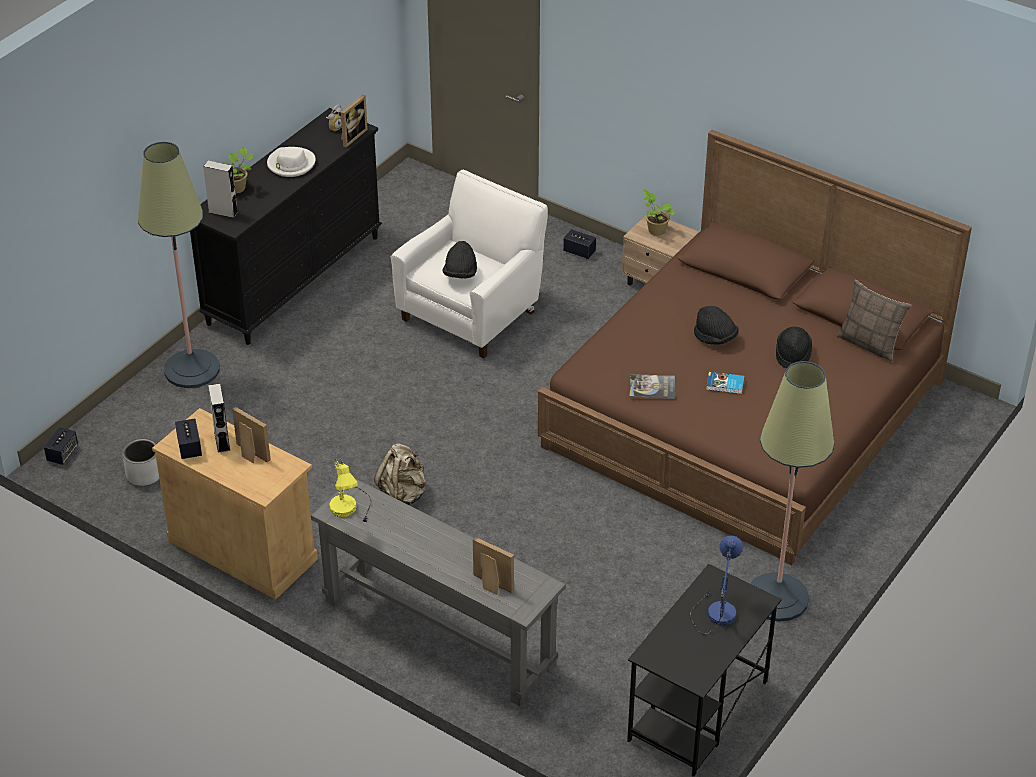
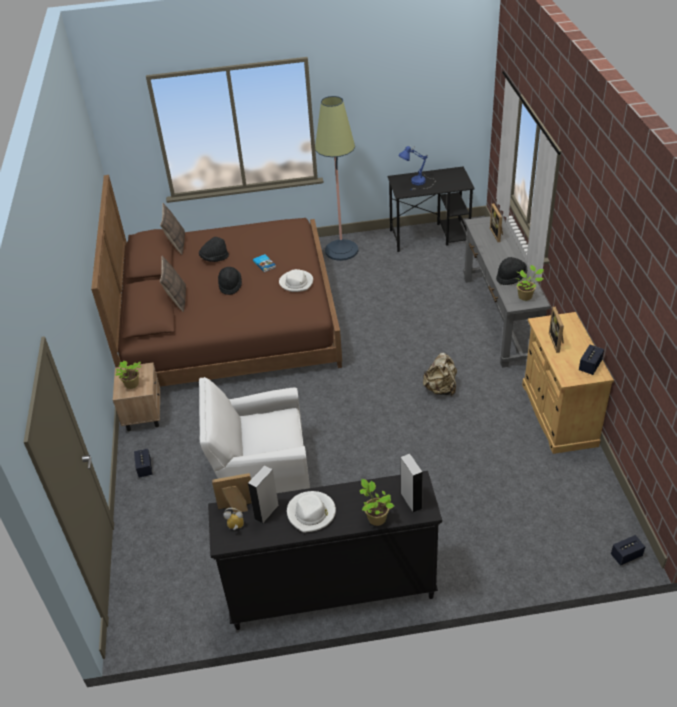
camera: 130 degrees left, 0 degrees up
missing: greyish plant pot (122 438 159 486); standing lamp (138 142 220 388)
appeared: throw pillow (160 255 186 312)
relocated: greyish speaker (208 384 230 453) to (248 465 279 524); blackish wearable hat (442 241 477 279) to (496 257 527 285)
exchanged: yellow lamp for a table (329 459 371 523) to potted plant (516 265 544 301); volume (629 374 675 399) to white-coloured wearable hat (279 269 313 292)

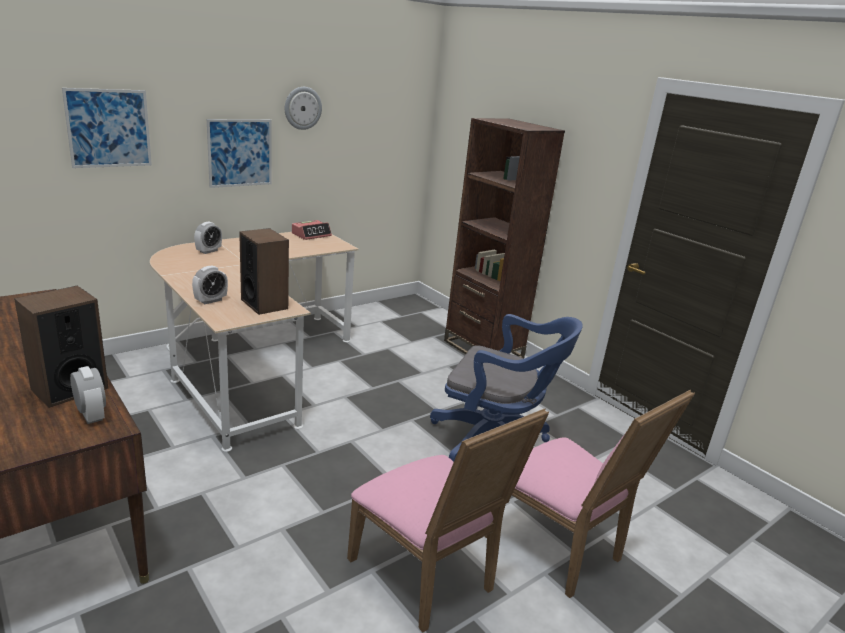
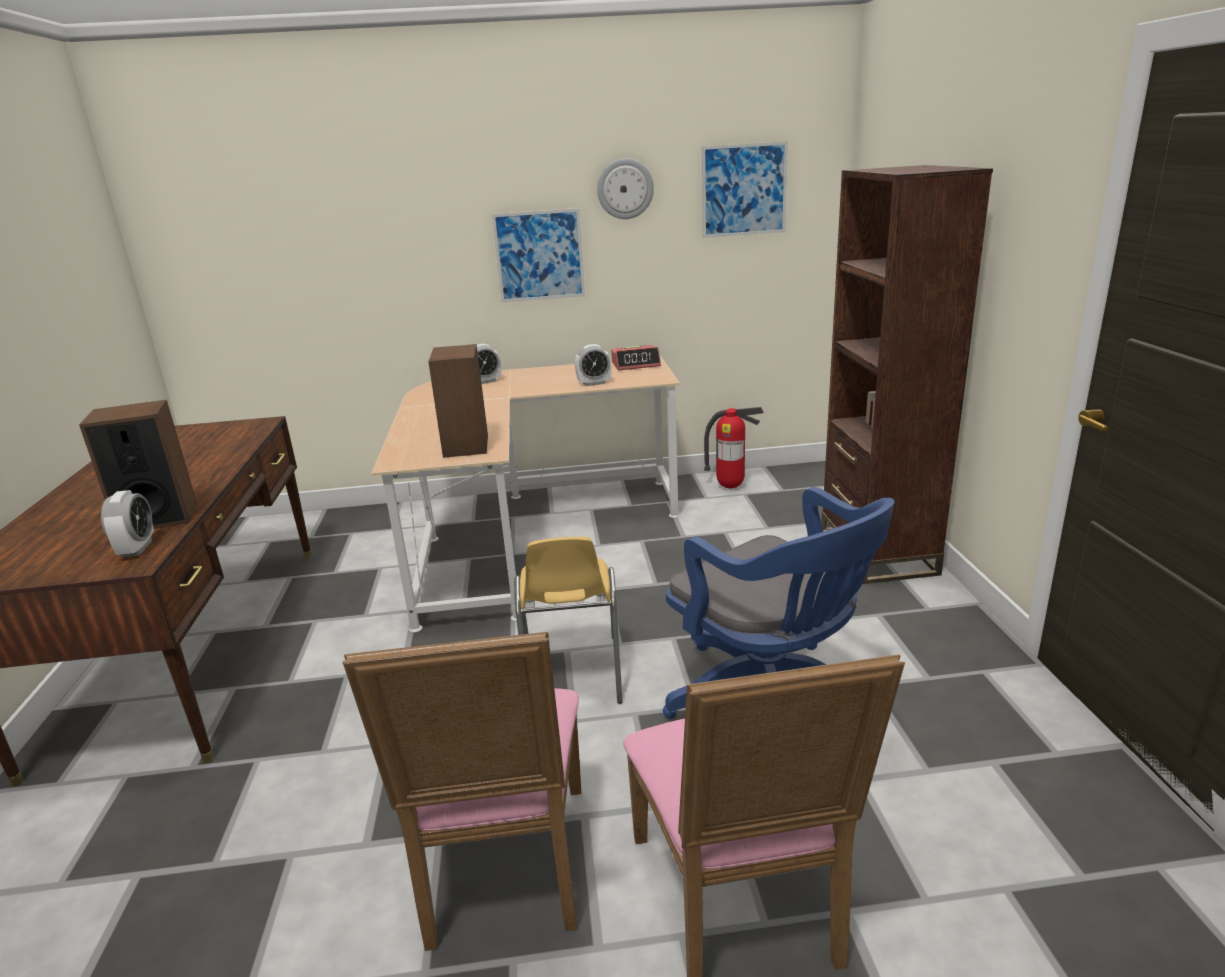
camera: 35 degrees right, 0 degrees up
appeared: yellow chair (514 537 623 704); fire-fighting cylinder (704 407 764 488)
relocated: picture (62 88 152 168) to (702 141 788 238); alarm clock (192 265 228 304) to (575 344 612 386)

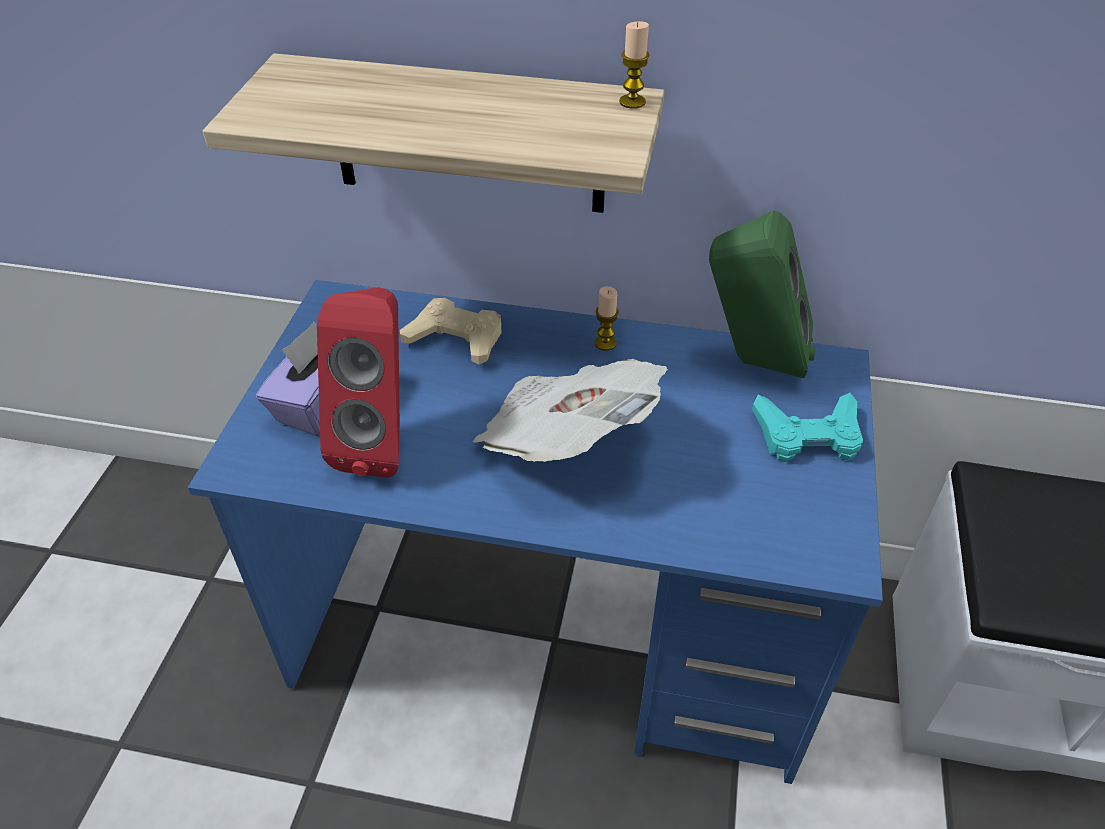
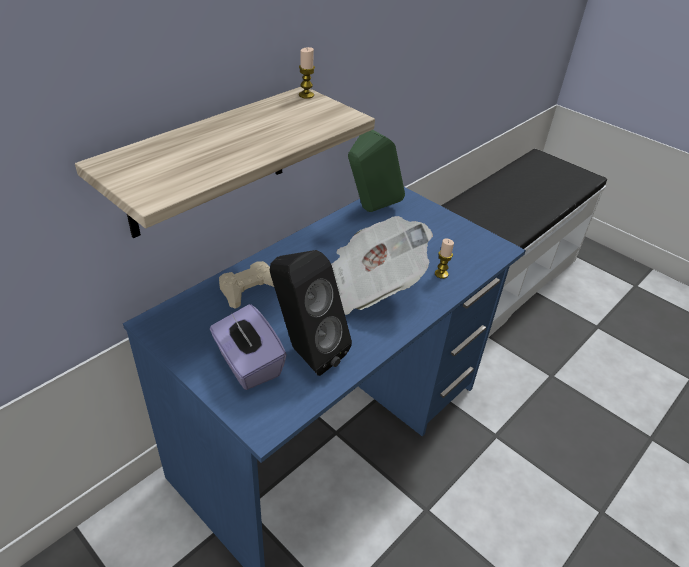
camera: 60 degrees left, 5 degrees down
missing: turquoise joypad (752 393 863 462)
relocated: wax candle (595 286 619 351) to (435 239 454 279)
colour: red speaker (317 287 400 477) to blackish speaker (270 250 352 376)

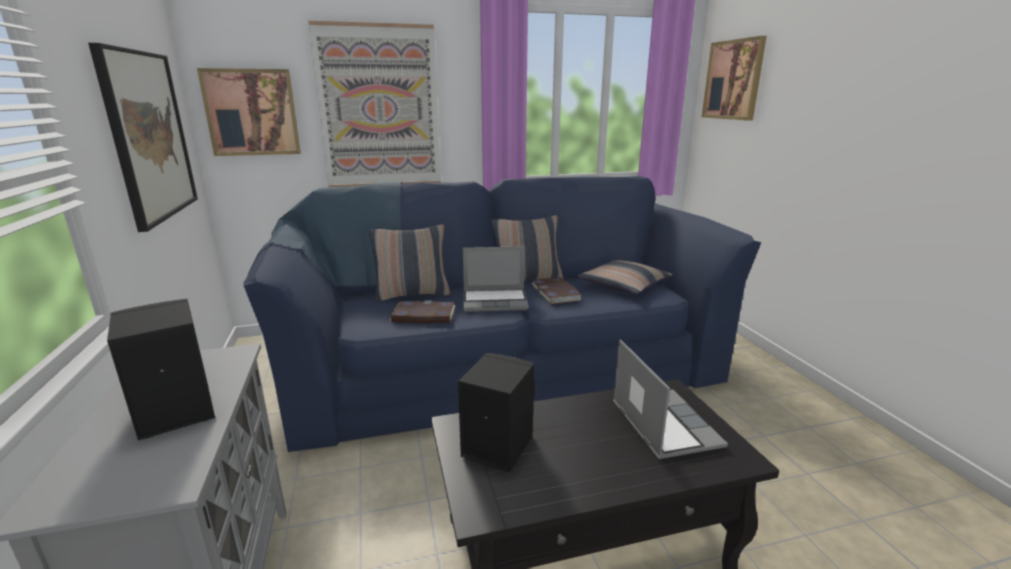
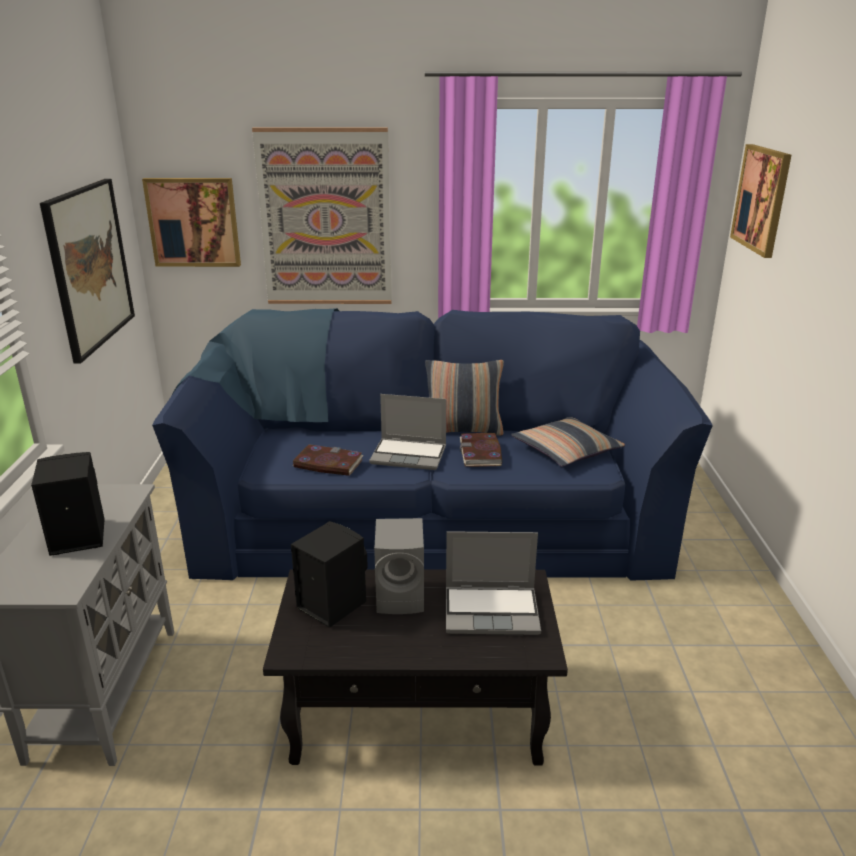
camera: 15 degrees right, 5 degrees up
missing: throw pillow (369 225 450 301)
appeared: greyish speaker (374 518 424 614)
spun: laptop (613 339 728 459) = (446 531 541 635) 90 degrees clockwise

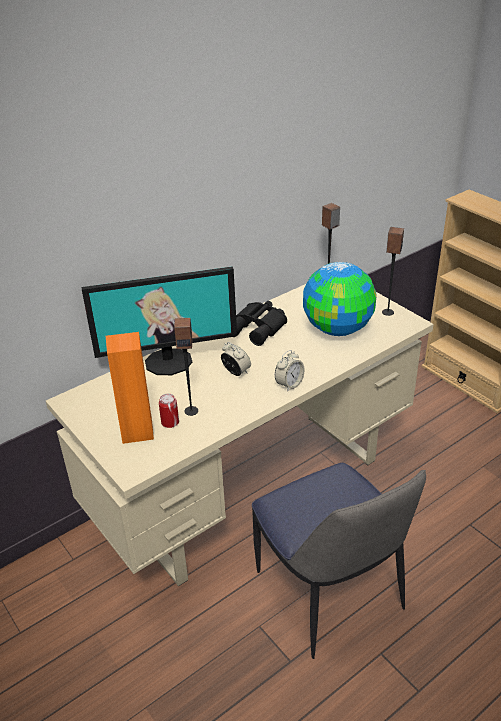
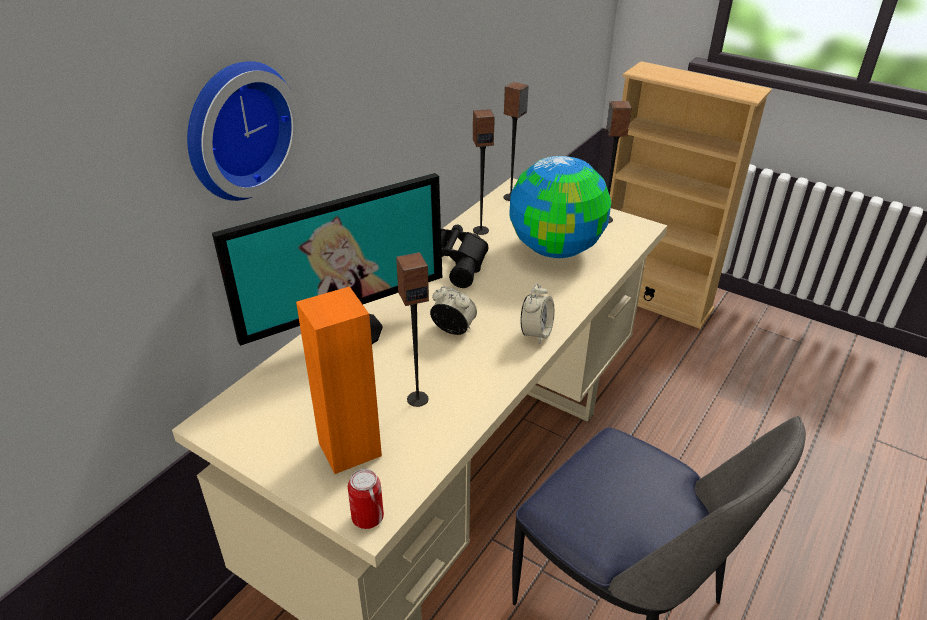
camera: 20 degrees left, 0 degrees up
appeared: hanging clock (187 61 300 201); speaker (473 109 495 235)
relocated: metal can (159 394 179 428) to (348 469 384 529)

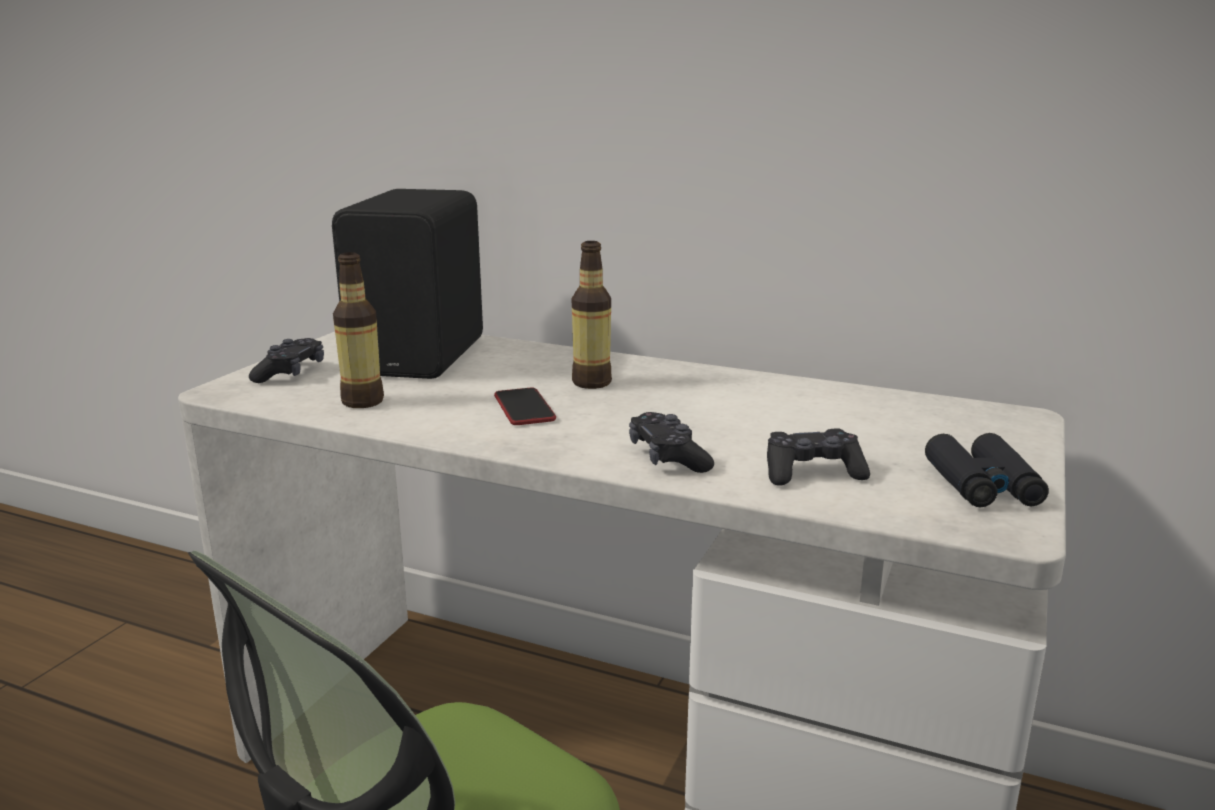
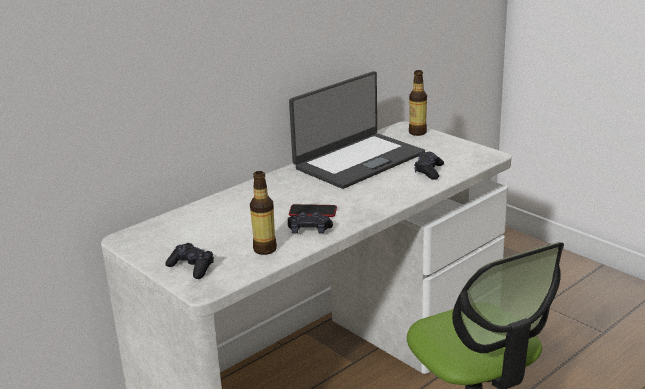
camera: 65 degrees left, 5 degrees up
missing: blackish speaker (332 189 483 379); blackish pair of binoculars (925 433 1049 507)
appeared: laptop (289 71 425 189)
relocated: bottle (572 241 612 389) to (409 70 427 136); blackish joypad (629 412 714 473) to (288 212 333 234)

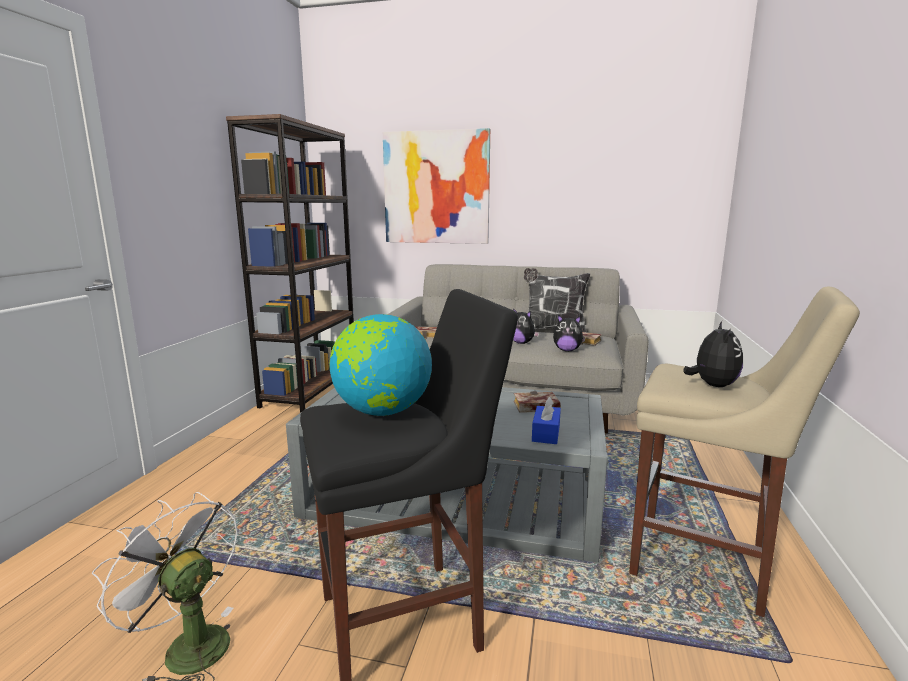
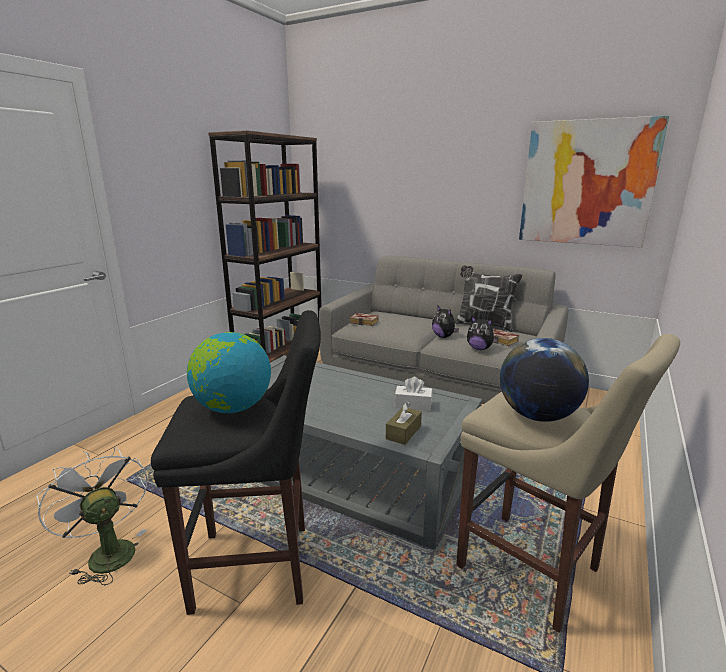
camera: 15 degrees right, 5 degrees up
relocated: picture (383 128 490 244) to (519 115 669 247)
exchanged: volume (514 391 561 413) to white-coloured tissue holder (395 377 432 411); soft toy (683 321 743 387) to world globe (500 338 589 422)
colour: bluish tissue holder (532 397 561 444) to brown-coloured tissue holder (386 402 422 445)

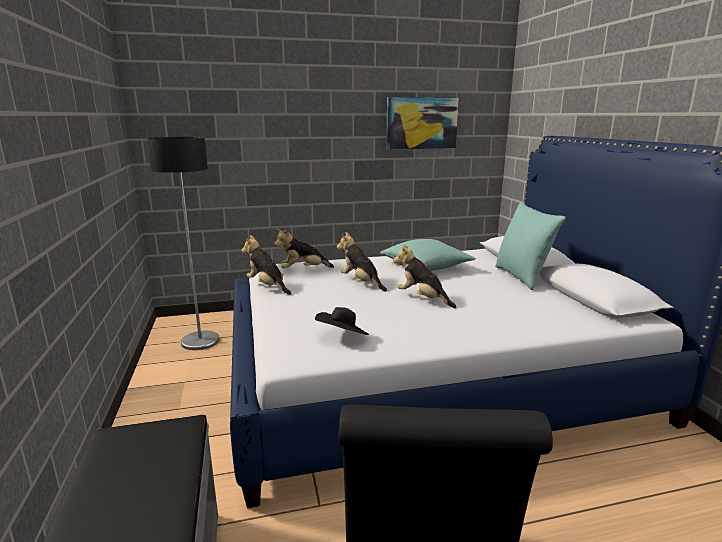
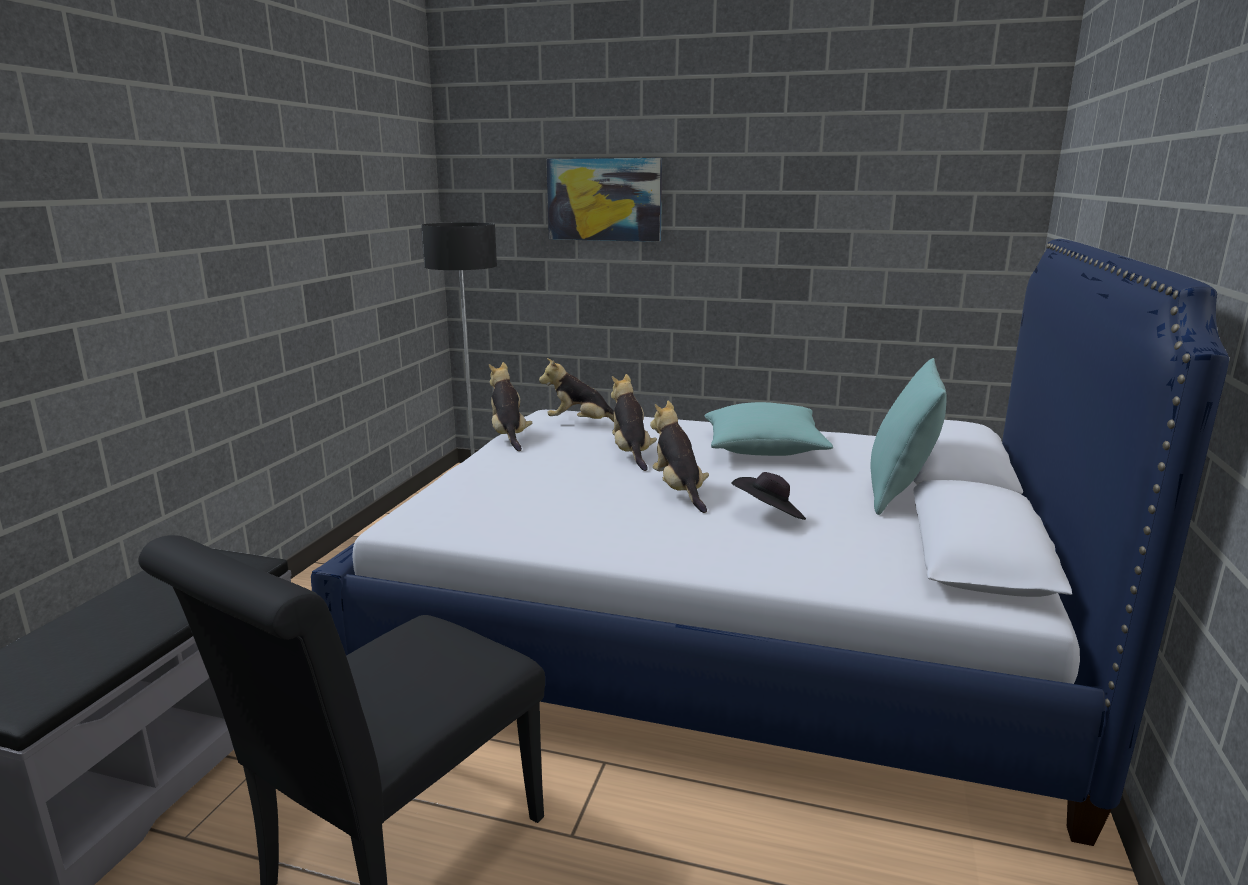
camera: 30 degrees right, 0 degrees up
relocated: blackish wearable hat (315 307 369 335) to (731 472 806 520); picture (386 97 459 150) to (546 158 662 242)

